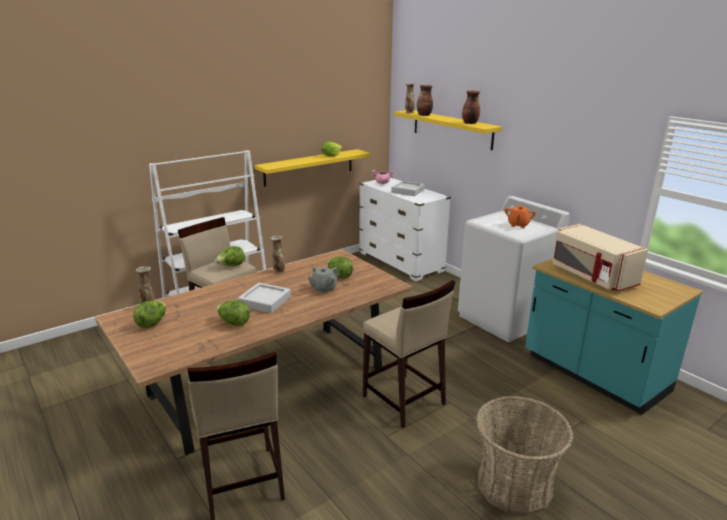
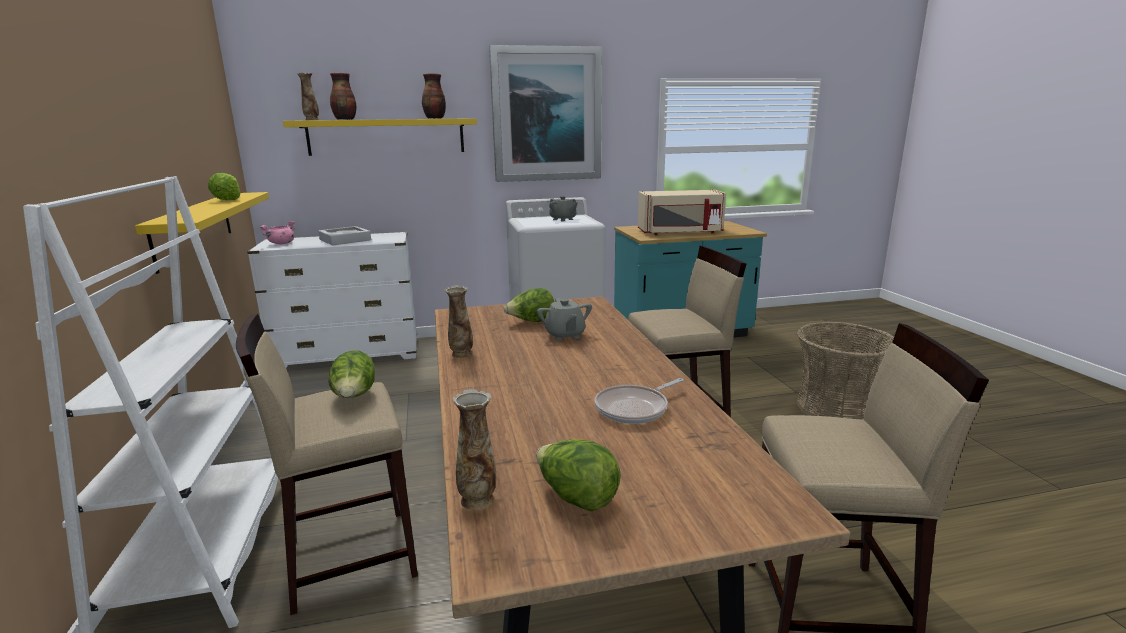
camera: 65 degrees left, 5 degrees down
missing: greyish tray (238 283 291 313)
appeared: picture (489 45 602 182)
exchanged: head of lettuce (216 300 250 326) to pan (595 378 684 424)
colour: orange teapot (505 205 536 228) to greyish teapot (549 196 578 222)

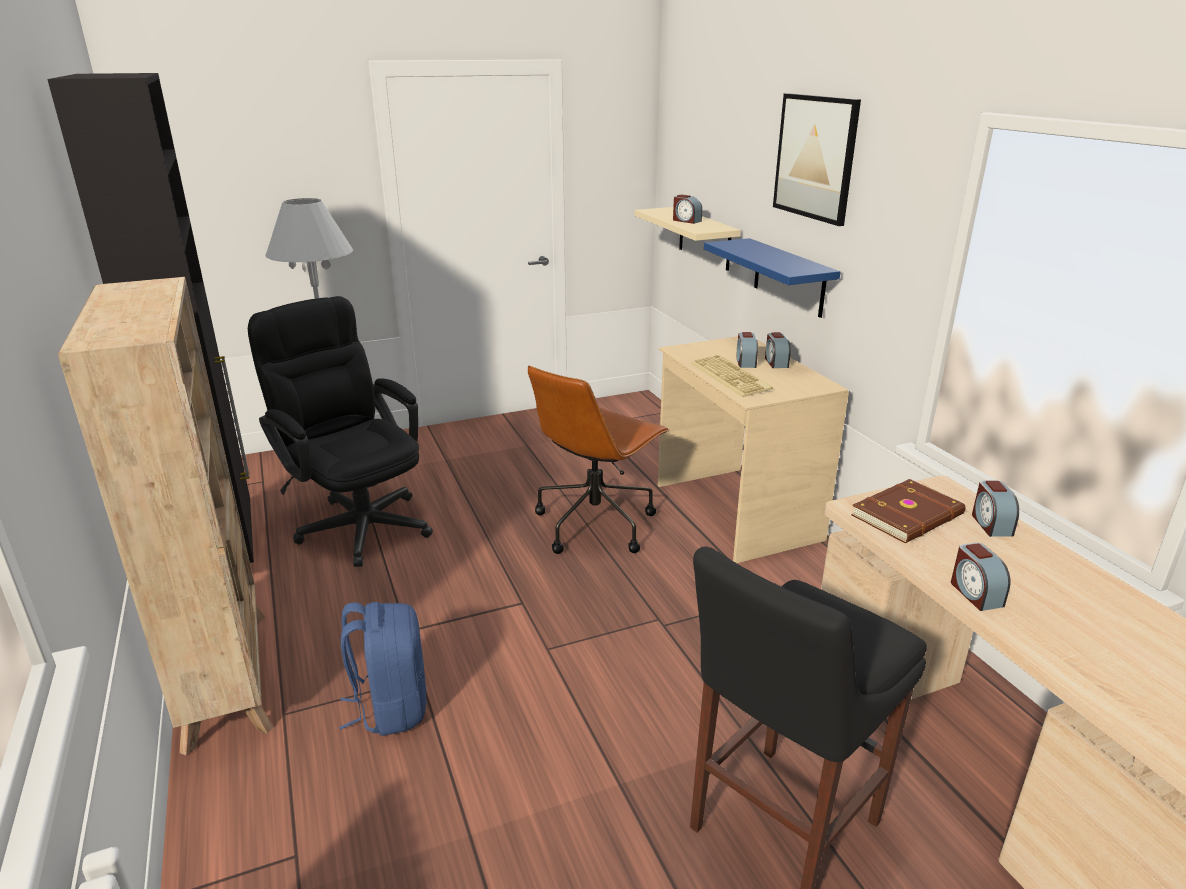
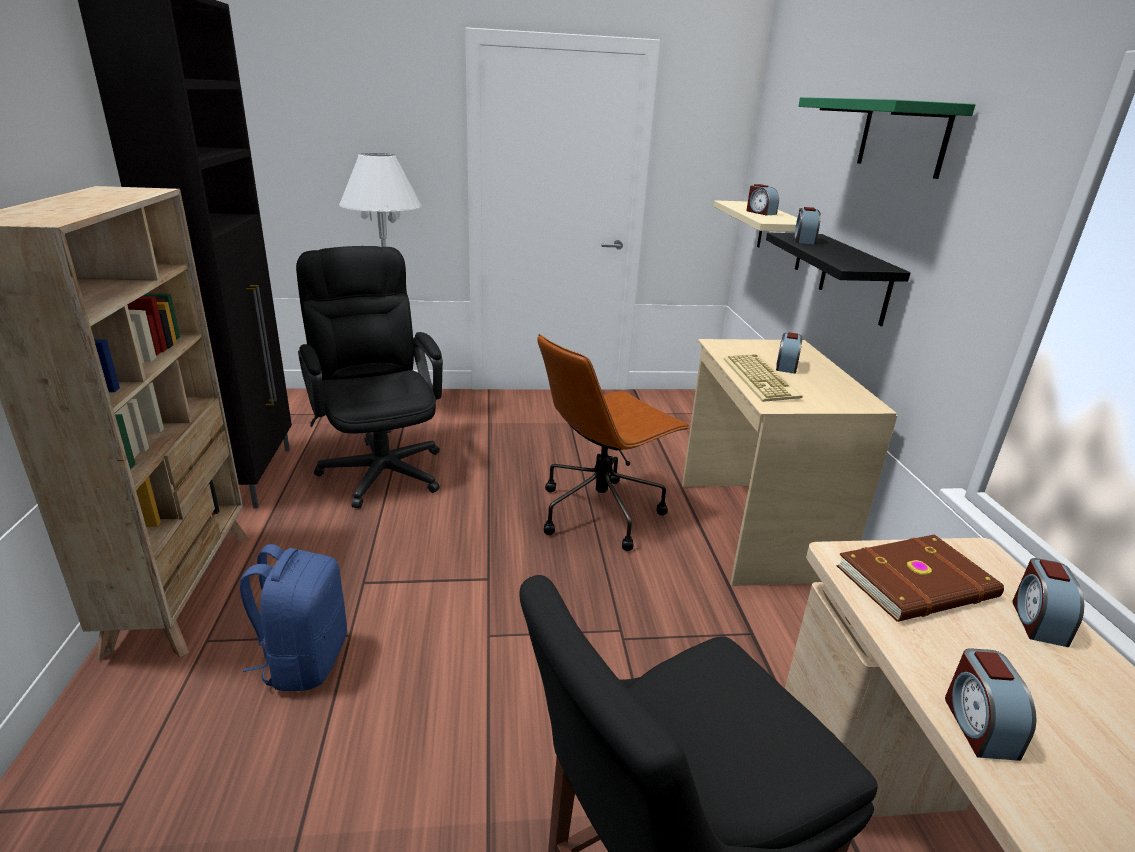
camera: 15 degrees right, 0 degrees up
relocated: alarm clock (765 332 791 368) to (794 207 821 245)
exchanged: picture (773 93 861 226) to greenish wall shelf (798 97 976 179)
colour: bluish wall shelf (704 238 841 318) to blackish wall shelf (766 232 911 326)

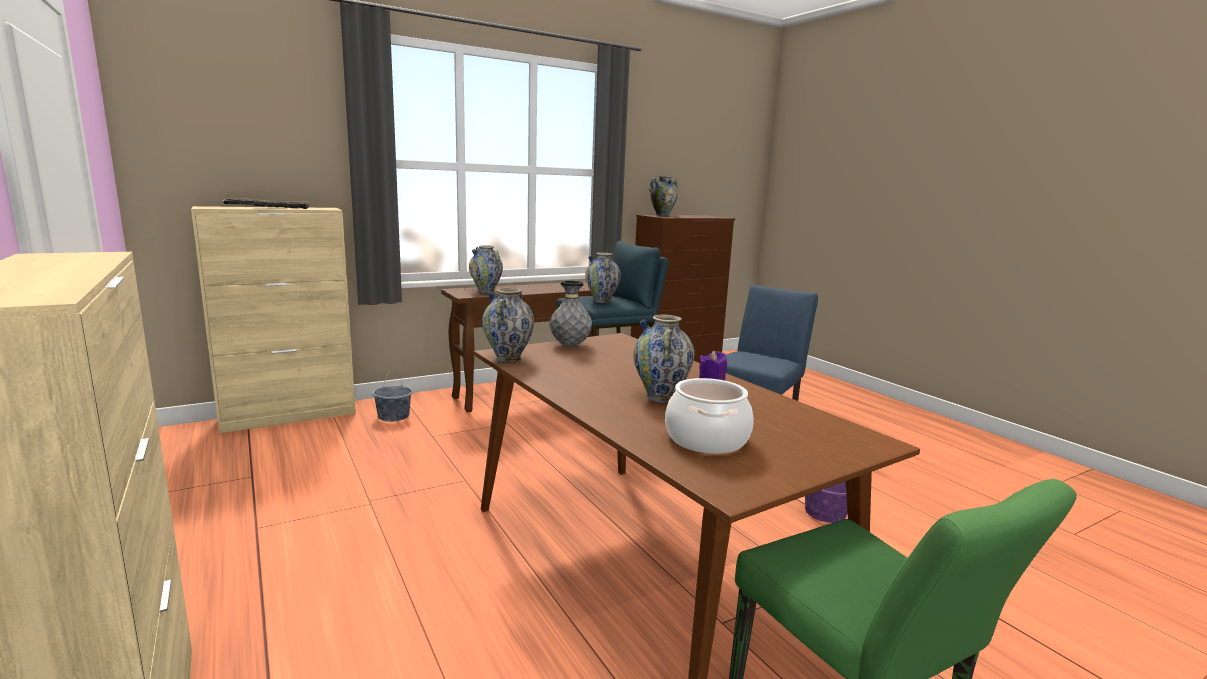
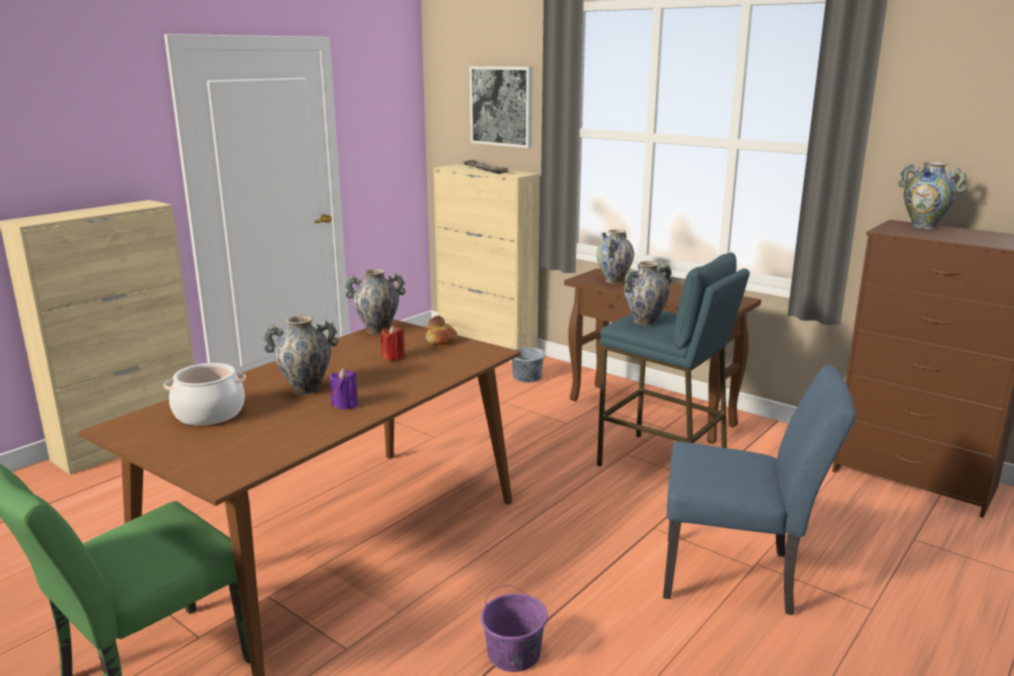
camera: 70 degrees right, 5 degrees up
appeared: red wax candle (381 325 405 361); picture (470 66 532 148)
exchanged: greyish flower vase (550 280 592 346) to bread (426 316 458 345)

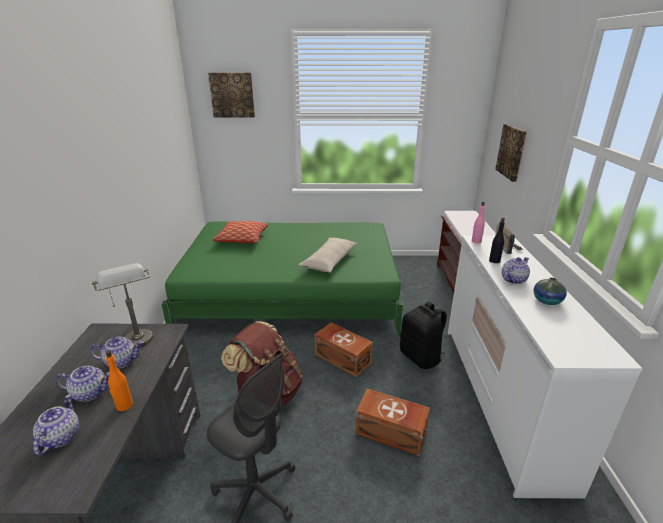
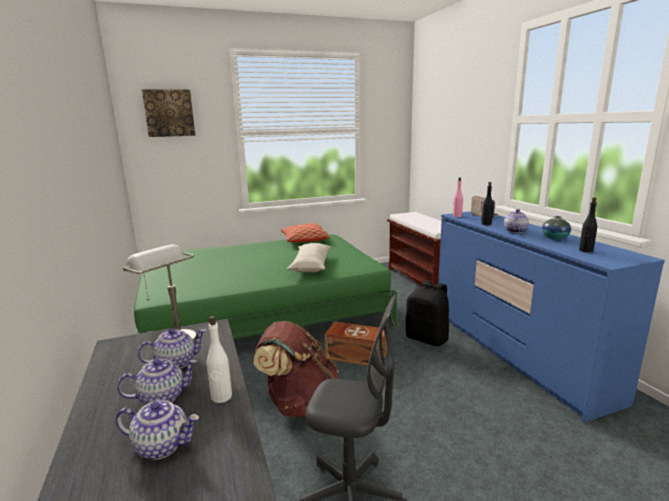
camera: 20 degrees left, 10 degrees down
missing: brown-coloured storage container (355 389 430 456); picture (495 124 527 182)
appeared: blackish bottle (579 198 597 253)
relocated: throw pillow (212 221 269 243) to (281 223 330 242)
colour: orange bottle (106 350 133 411) to white-coloured bottle (207 316 232 403); white-coloured dresser (448 236 643 499) to bluish dresser (438 211 665 423)
spun: teapot (33 394 79 455) = (116 400 199 460) 120 degrees clockwise

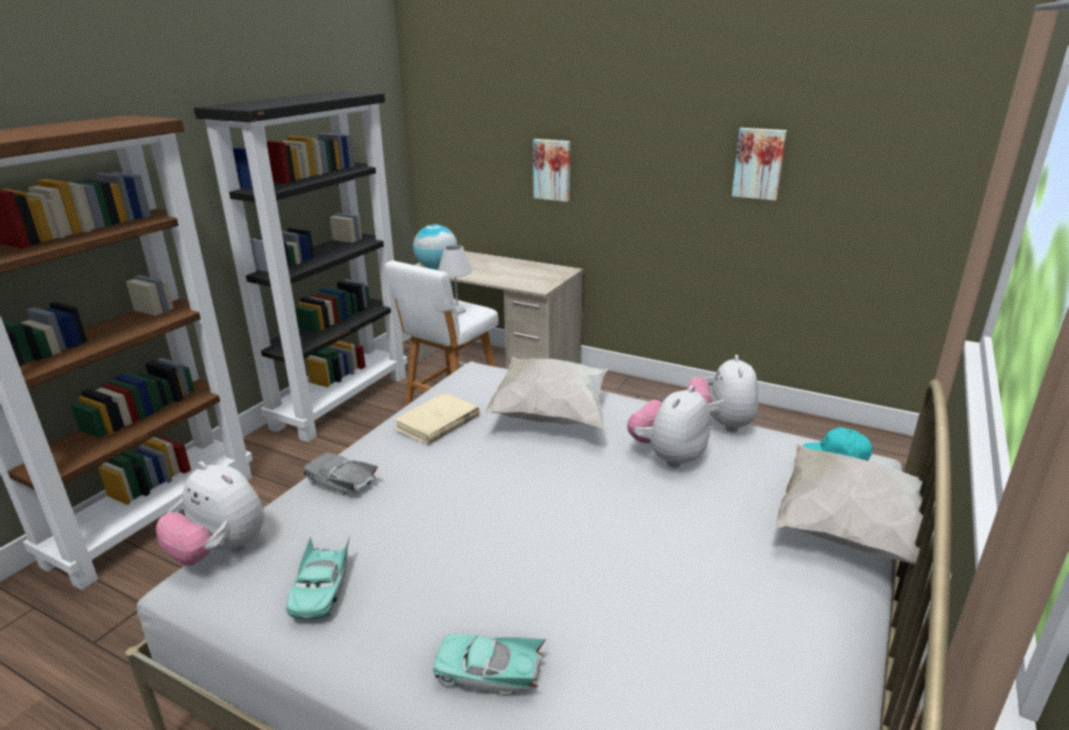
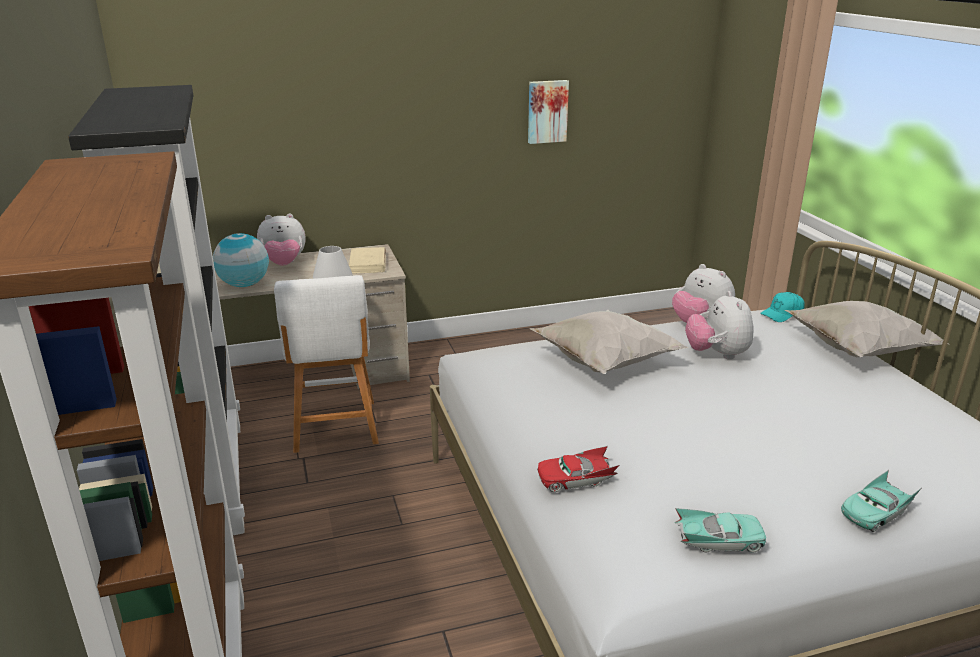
camera: 45 degrees left, 0 degrees up
missing: picture (533 139 570 202)
relocated: soft toy (156 462 264 566) to (257 213 306 266); beige-coloured volume (393 393 480 445) to (349 247 386 274)
colour: greyish model car (304 453 378 495) to red model car (537 446 620 492)
spun: turquoise model car (286 536 350 619) = (675 508 766 552) 45 degrees counterclockwise

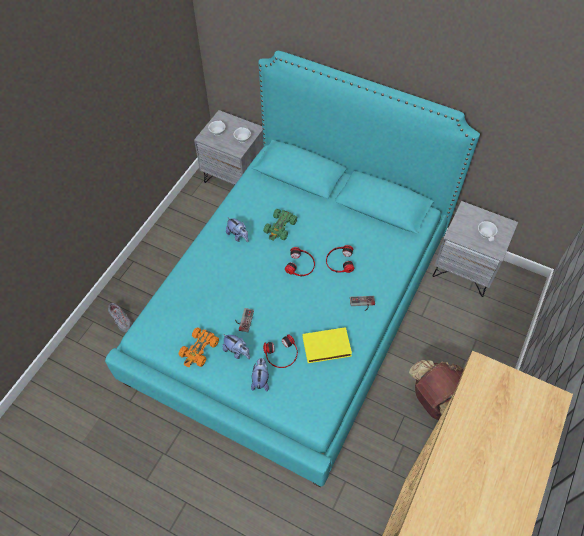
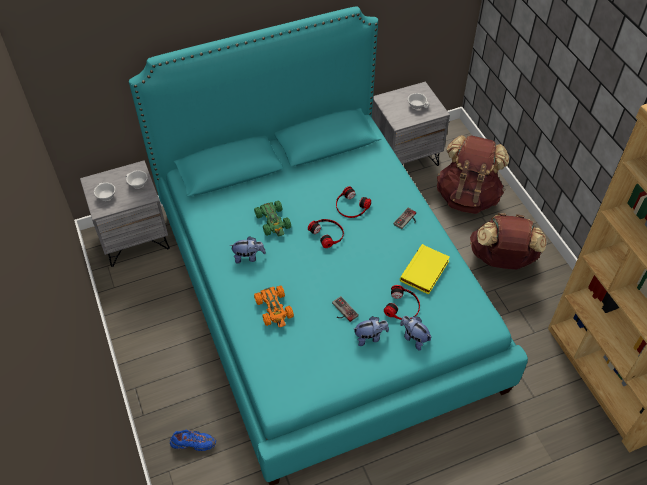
camera: 50 degrees left, 5 degrees down
appeared: brown-coloured backpack (437 135 509 214)
relocated: orange model car (179 327 219 367) to (254 285 294 327)
colour: greyish low shoe (108 303 132 332) to bluish low shoe (170 429 216 451)

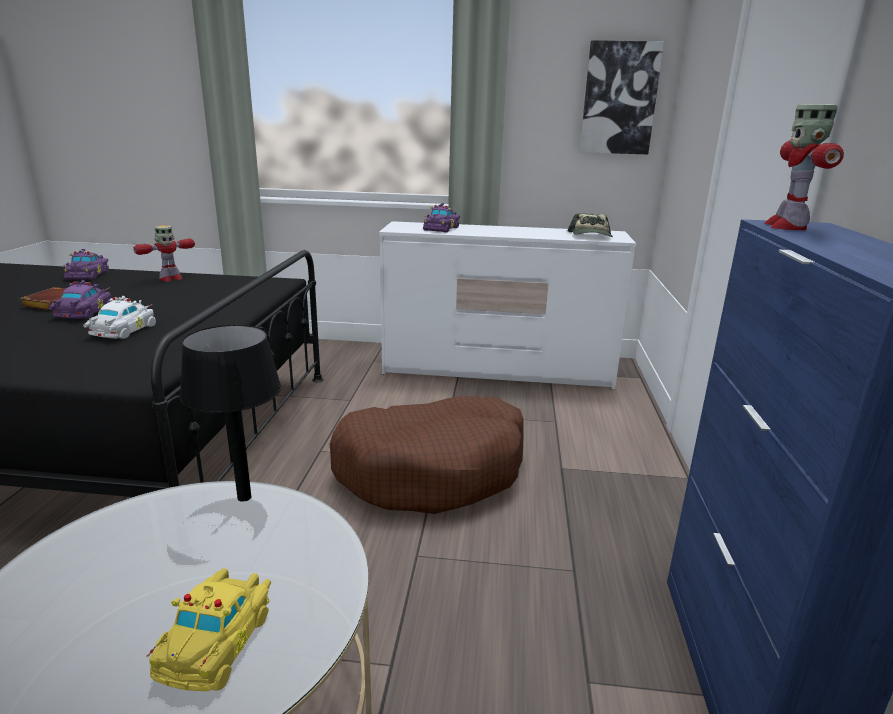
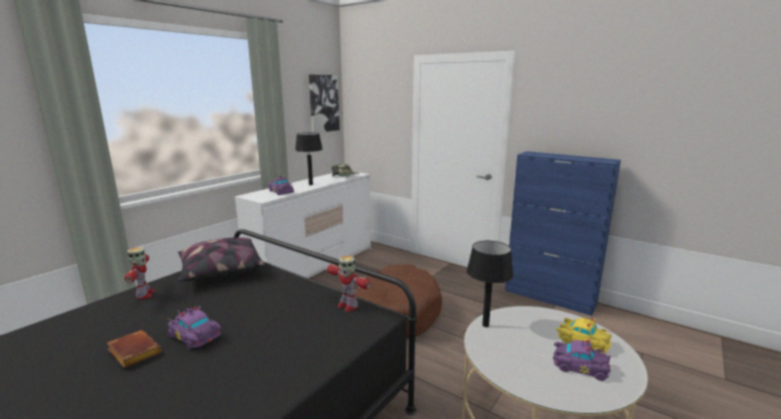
camera: 60 degrees left, 5 degrees down
missing: white-coloured model car (83 296 156 339)
appeared: throw pillow (178 237 264 282); blackish lamp for a table (295 132 323 185)
relocated: purplish model car (63 249 109 280) to (553 339 611 381); toy robot (764 104 844 230) to (327 256 371 312)

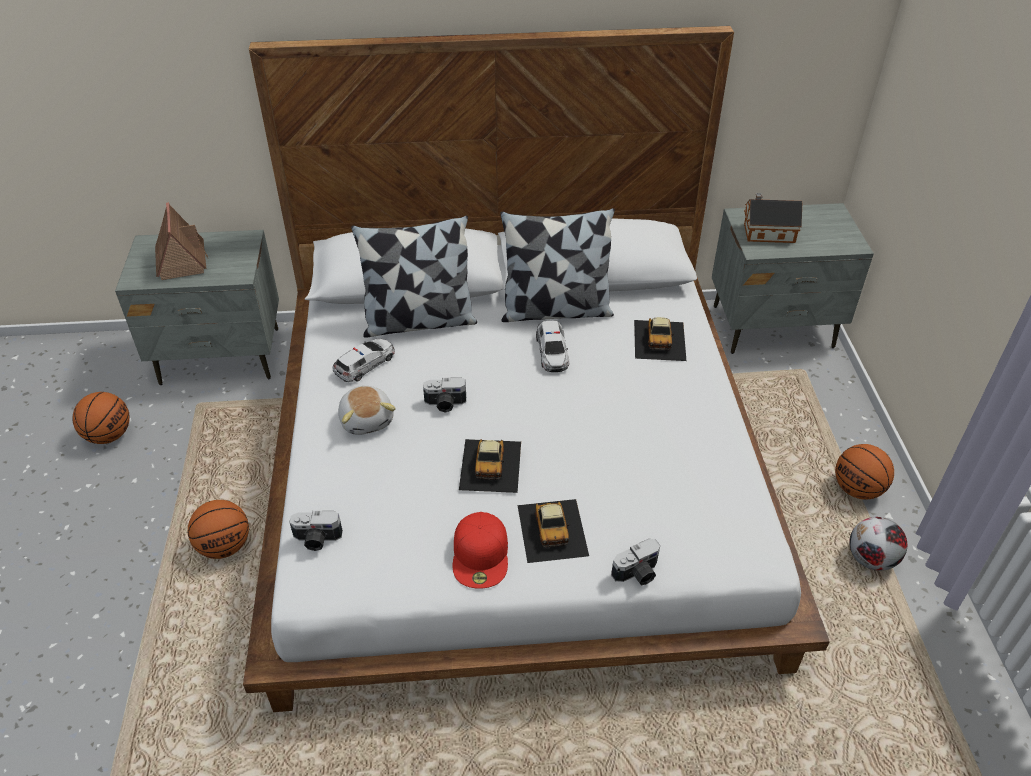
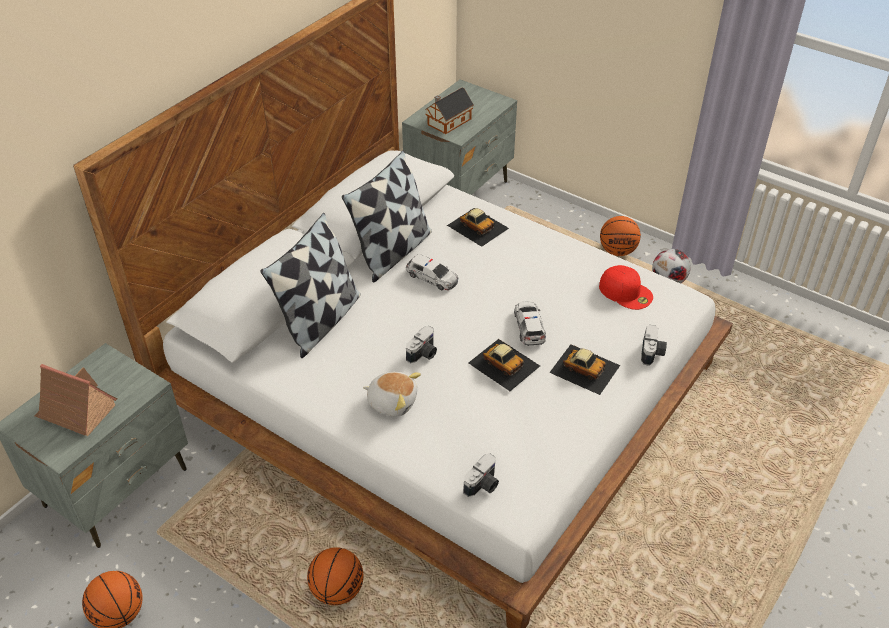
camera: 50 degrees left, 0 degrees up
relocated: model car (332 339 395 382) to (514 301 546 346); red peaked cap (453 512 508 589) to (599 265 653 310)

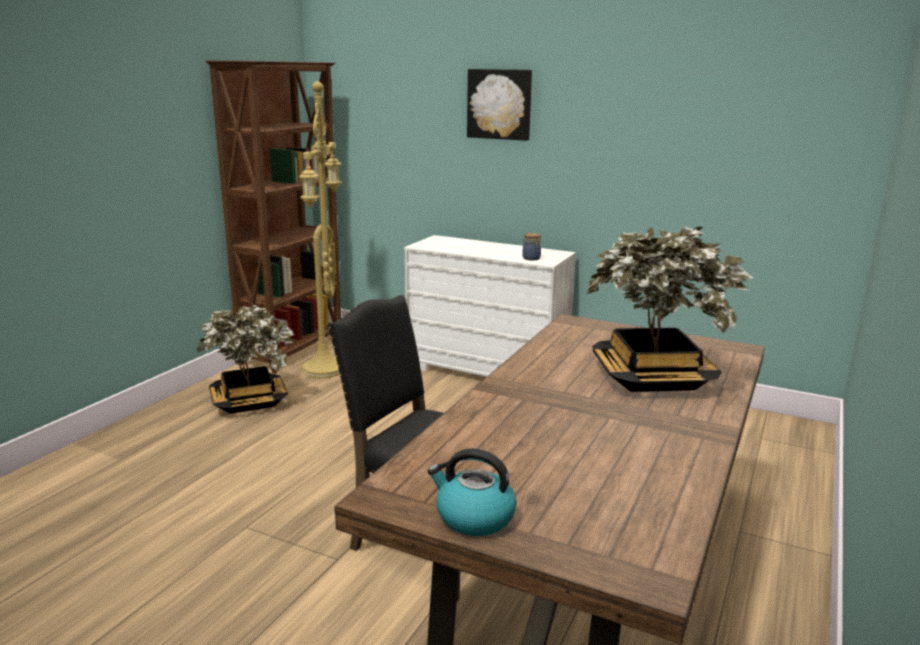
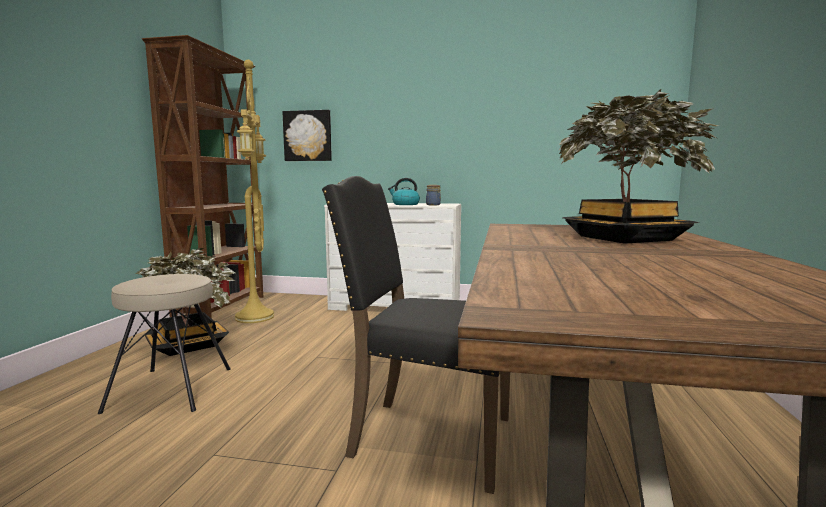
camera: 15 degrees left, 10 degrees down
appeared: beige-coloured sitting stool (98 274 231 414)
relocated: tea kettle (428 448 517 536) to (388 178 420 205); picture (467 69 532 141) to (282 110 332 161)

